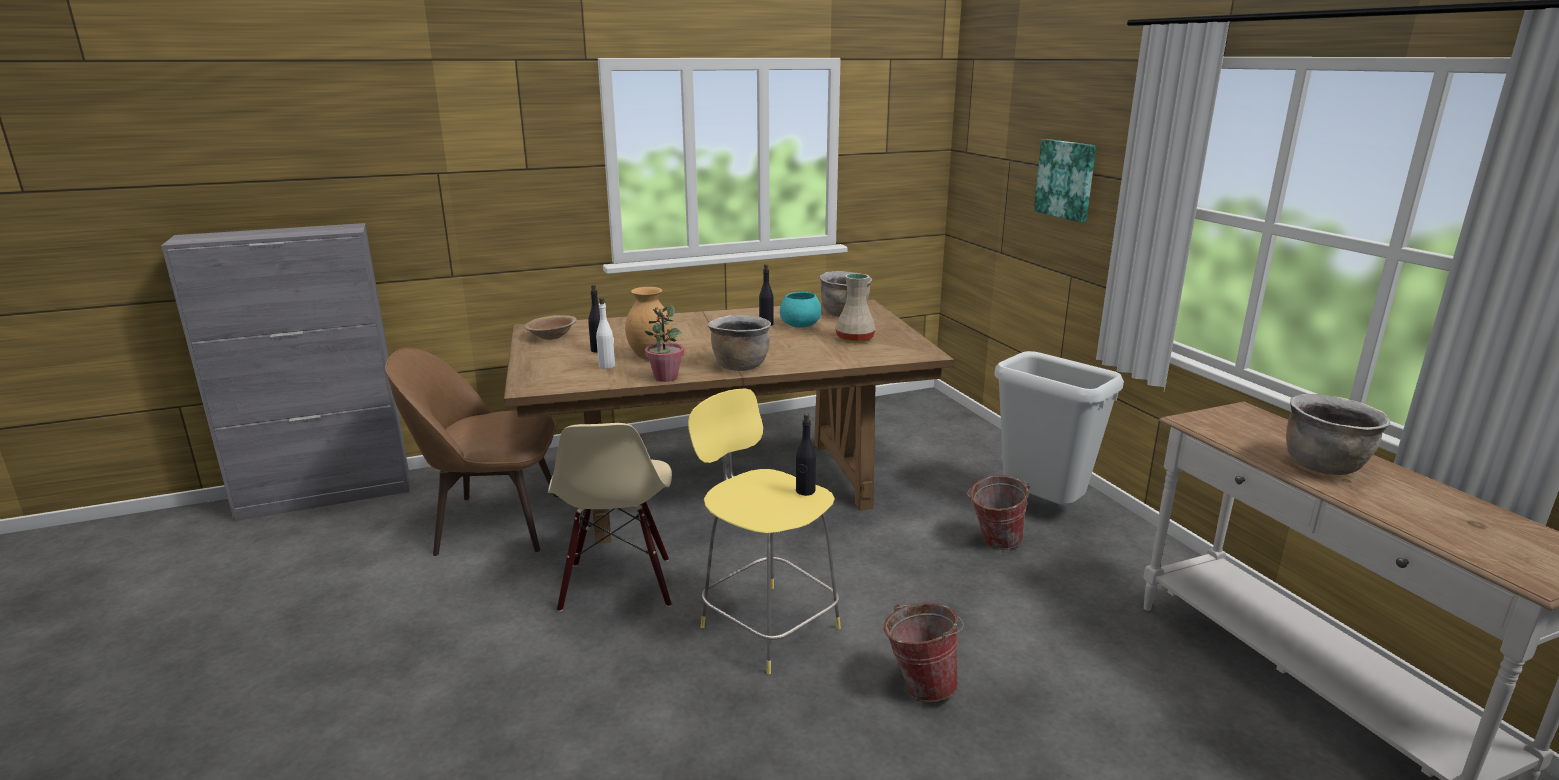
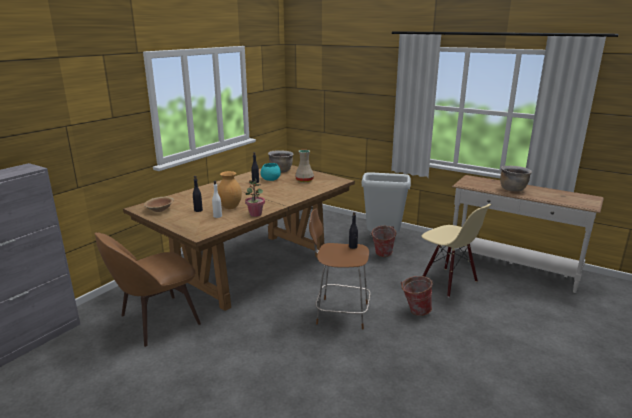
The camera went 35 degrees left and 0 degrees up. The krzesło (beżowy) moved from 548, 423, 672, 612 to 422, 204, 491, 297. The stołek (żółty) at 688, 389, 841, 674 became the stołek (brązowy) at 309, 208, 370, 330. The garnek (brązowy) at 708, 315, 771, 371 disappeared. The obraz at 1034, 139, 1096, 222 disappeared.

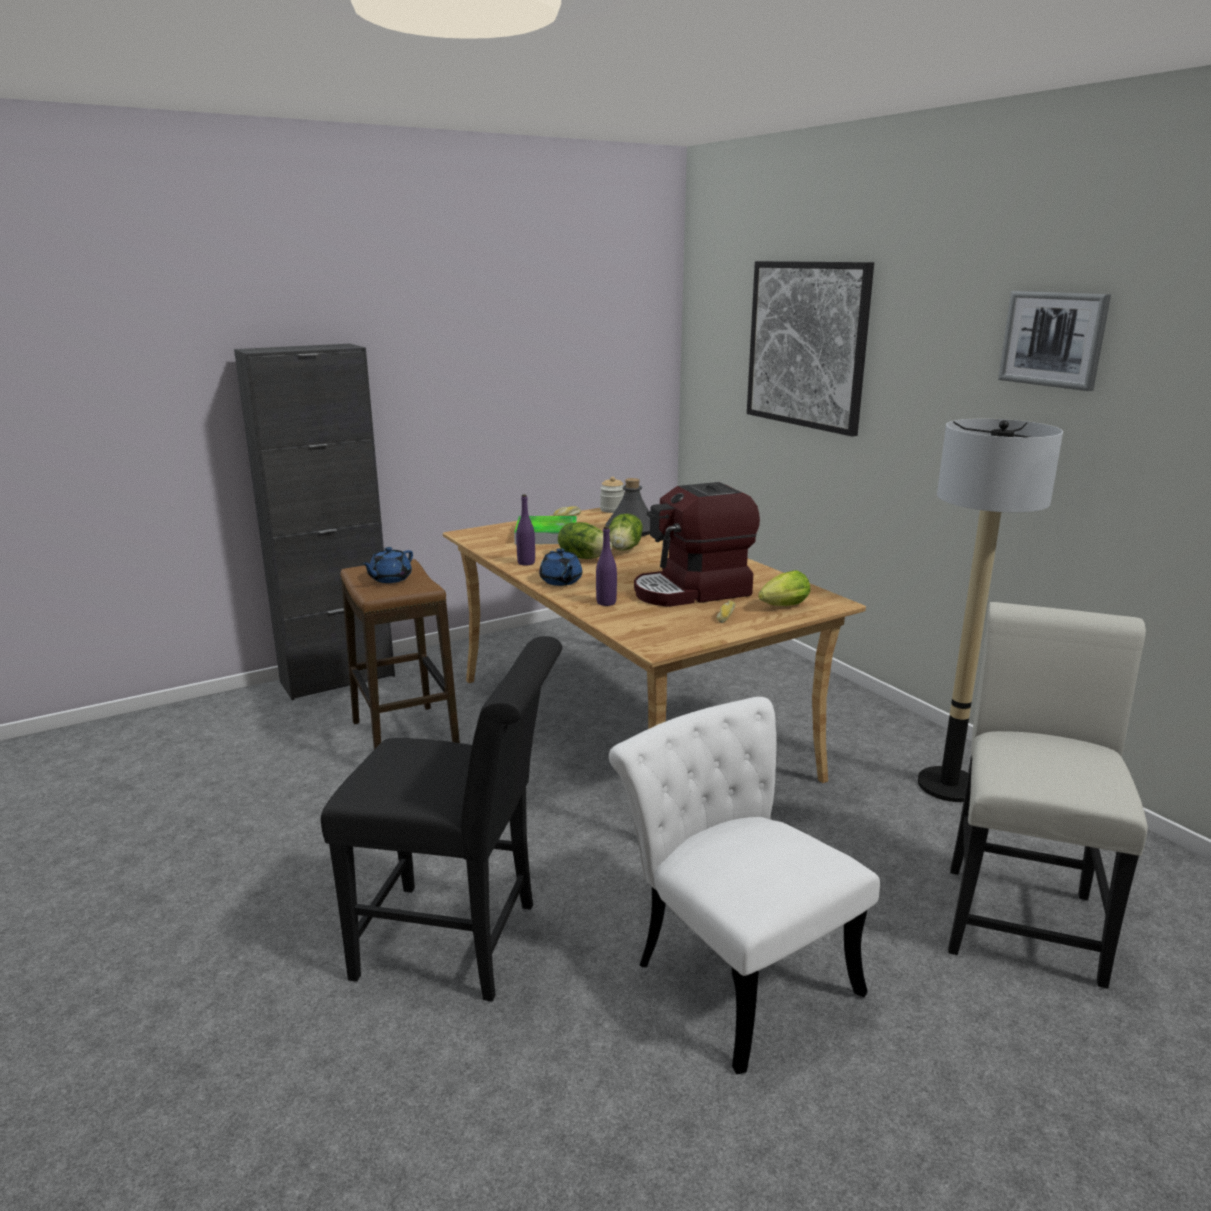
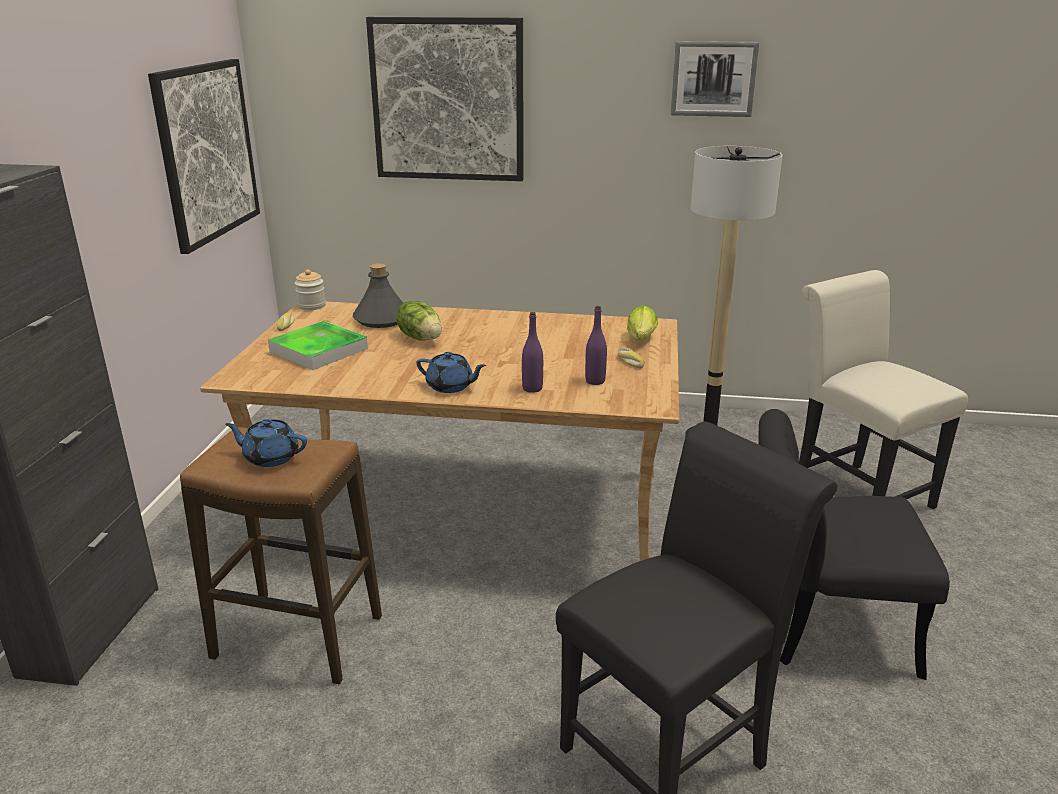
The camera went 50 degrees left and 5 degrees up. The imbryk (niebieski) at 361, 547, 413, 583 turned 120 degrees clockwise. The butelka (fioletowy) moved from 516, 494, 535, 566 to 585, 306, 607, 385. The sałata at 558, 522, 612, 559 disappeared. The krzesło (biały) at 609, 697, 880, 1074 became the krzesło (czarny) at 758, 409, 950, 680. The ekspres do kawy at 634, 482, 760, 607 disappeared. The obraz at 148, 59, 260, 254 appeared.

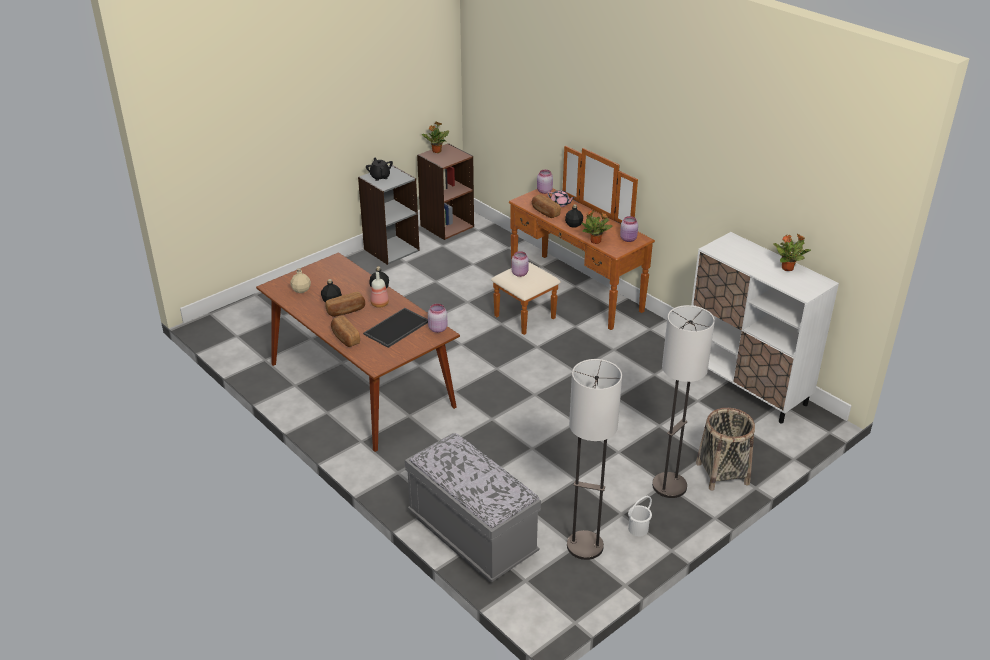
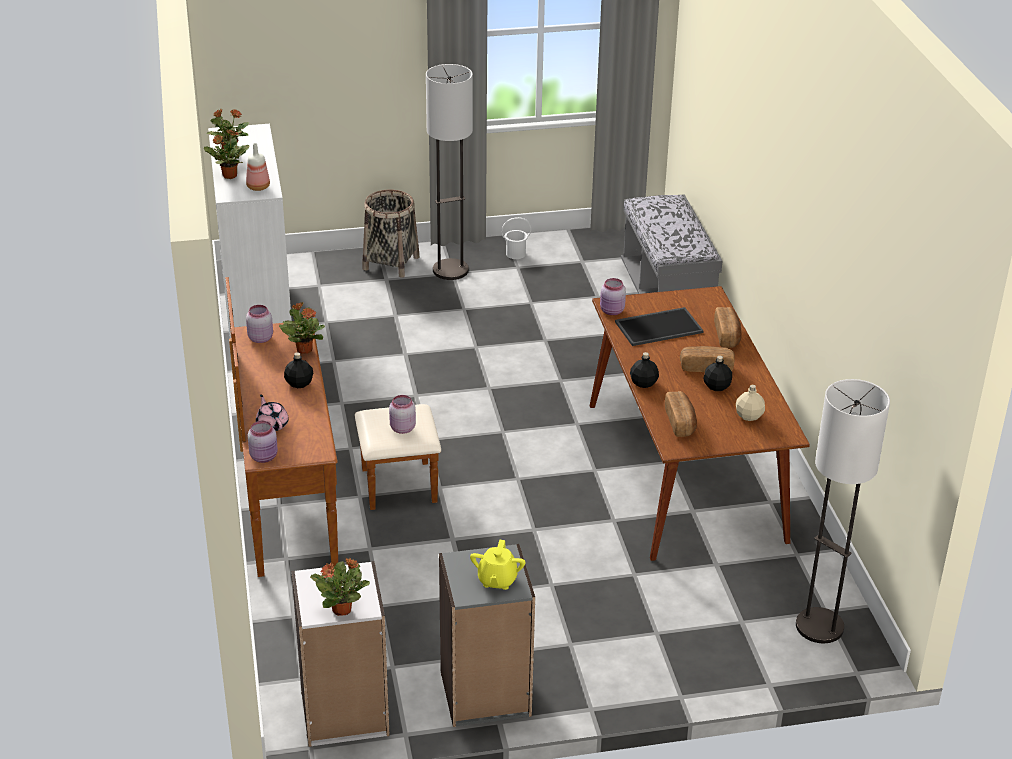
The camera went 150 degrees left and 0 degrees up. The imbryk (czarny) at 366, 158, 393, 181 became the imbryk (żółty) at 470, 540, 525, 590. The butelka moved from 370, 272, 389, 308 to 246, 143, 270, 191. The regał (brązowy) at 417, 143, 474, 240 became the regał (biały) at 292, 561, 390, 747. The chleb moved from 532, 194, 561, 218 to 665, 391, 697, 437. The lampa stojąca moved from 567, 359, 622, 560 to 796, 379, 890, 643. The roślina doniczkowa at 204, 130, 250, 179 appeared.

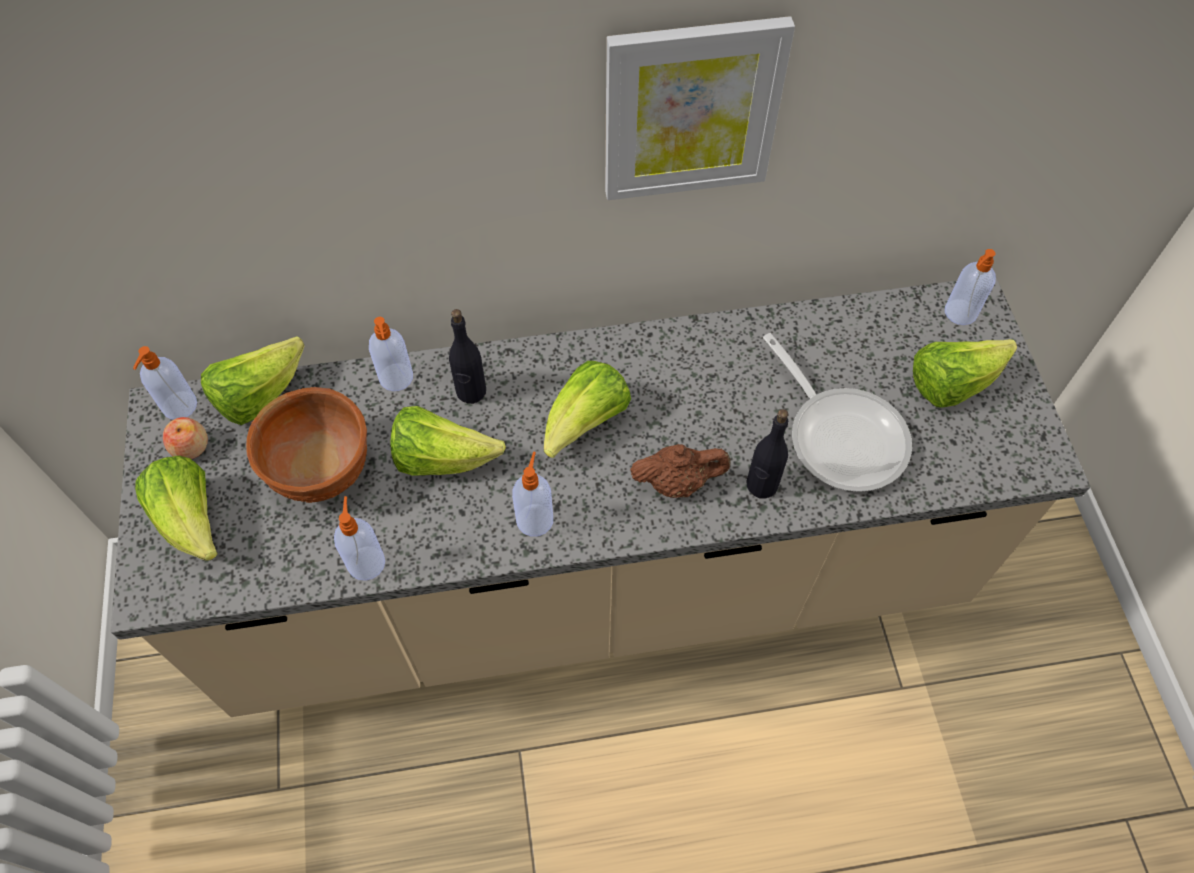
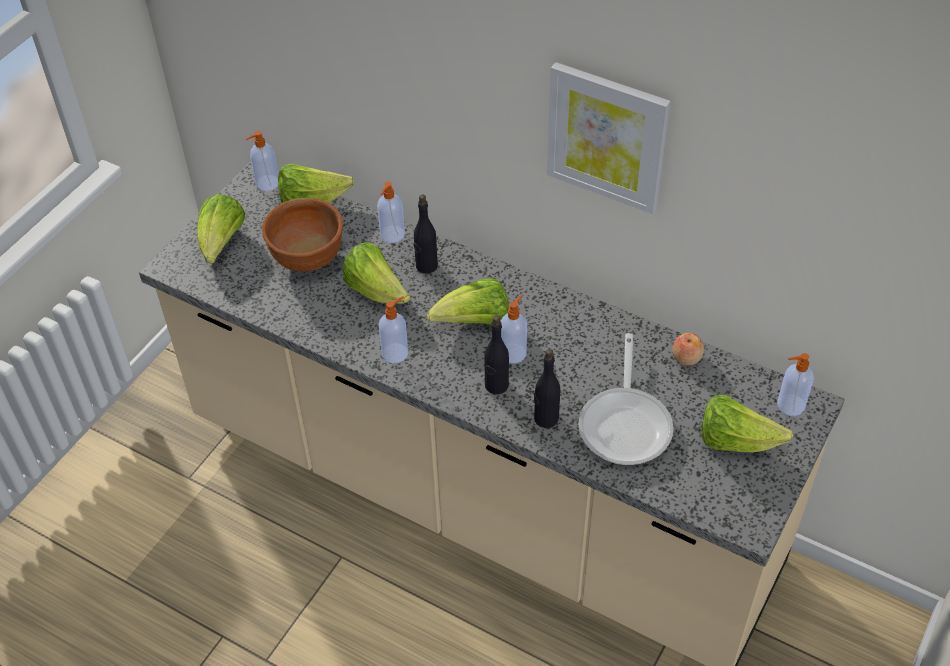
The camera went 40 degrees right and 10 degrees down. The jabłko moved from 163, 417, 208, 459 to 672, 333, 704, 366. The dozownik mydła moved from 334, 496, 385, 581 to 501, 294, 527, 364. The imbryk (brązowy) at 630, 444, 731, 498 was replaced by the butelka (czarny) at 484, 315, 509, 395.

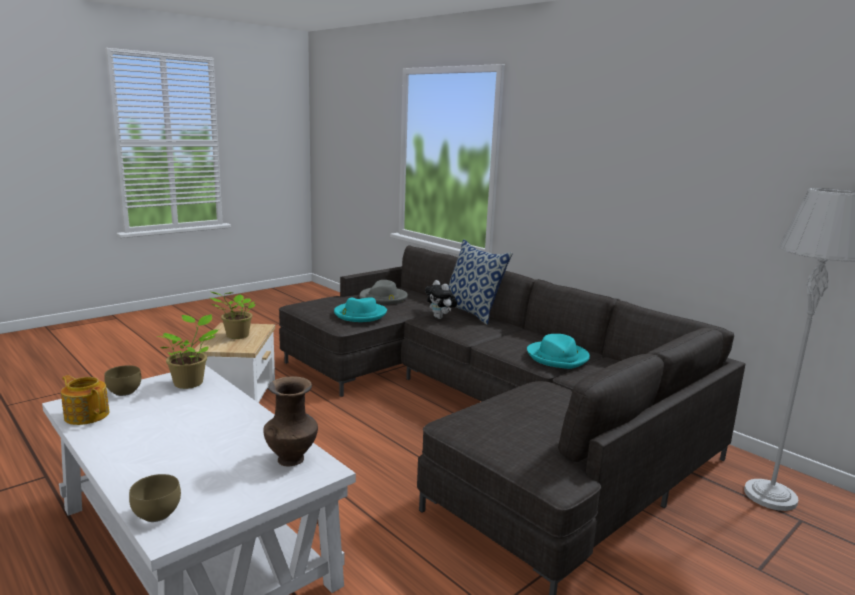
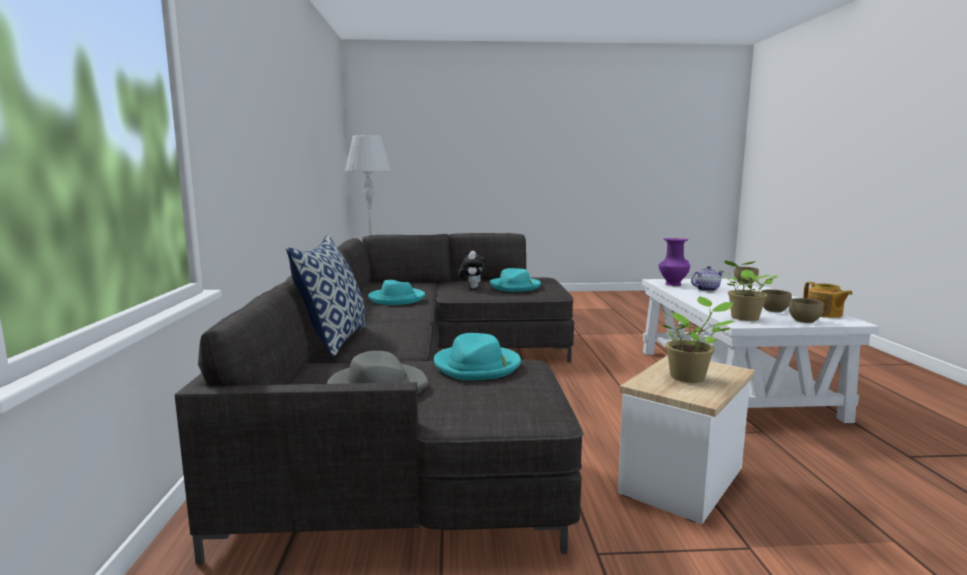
The camera went 140 degrees left and 5 degrees down. The wazon (brązowy) at 263, 376, 318, 466 became the wazon (fioletowy) at 659, 238, 690, 286. The pluszak moved from 425, 280, 457, 319 to 458, 251, 485, 288. The kapelusz (turkusowy) at 490, 268, 541, 292 appeared. The imbryk at 691, 266, 723, 291 appeared. The miska (brązowy) at 761, 290, 792, 312 appeared.

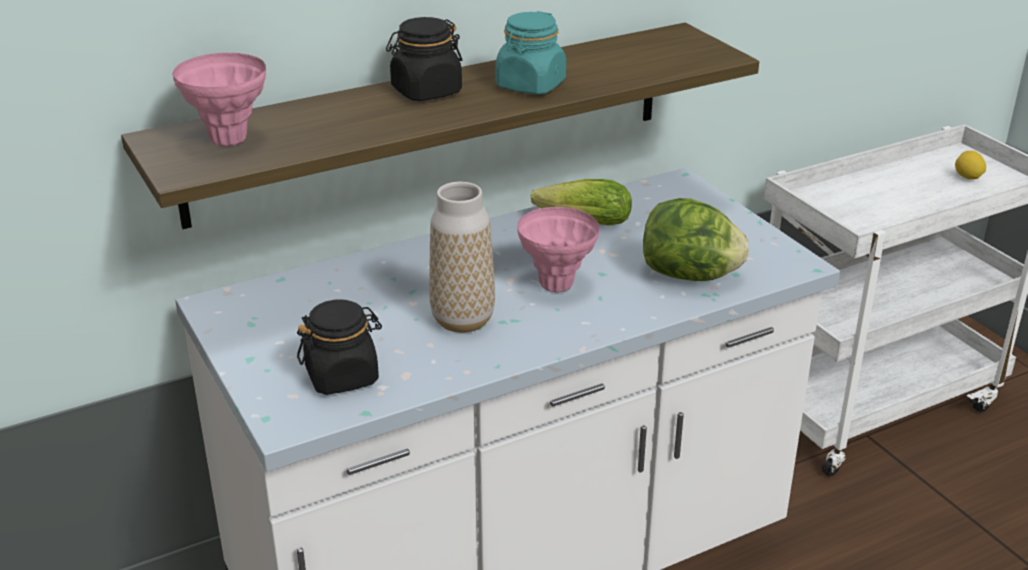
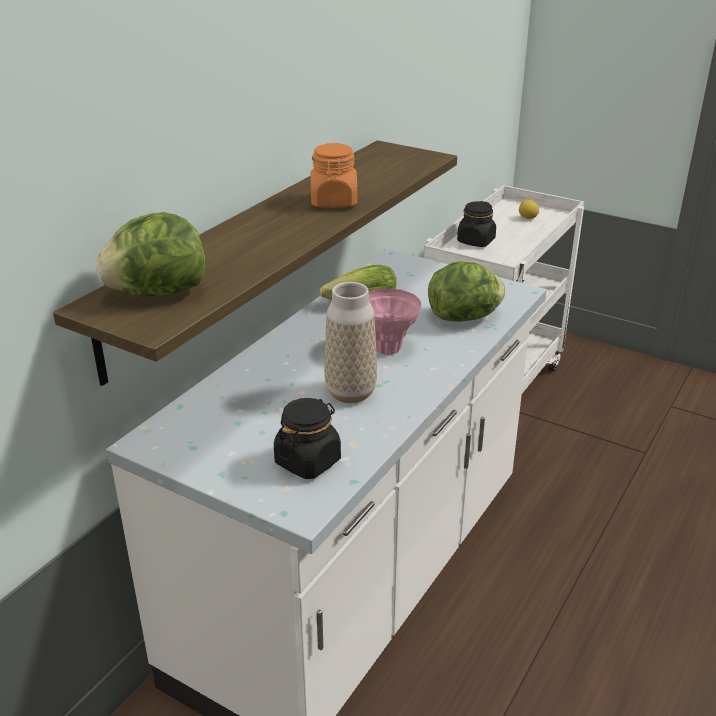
The camera went 30 degrees left and 0 degrees up. The wazon (różowy) at 172, 53, 266, 146 was replaced by the sałata at 96, 212, 206, 296. The słoik (czarny) moved from 386, 17, 462, 101 to 457, 201, 496, 247. The słoik (turkusowy) at 496, 11, 566, 95 became the słoik (pomarańczowy) at 311, 143, 357, 208.

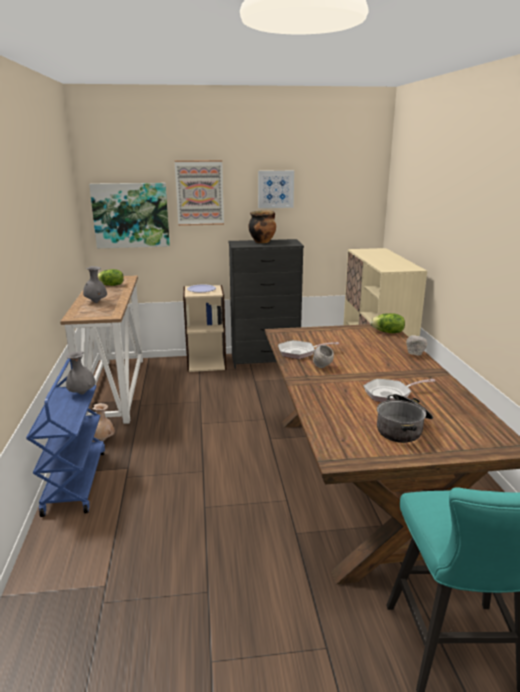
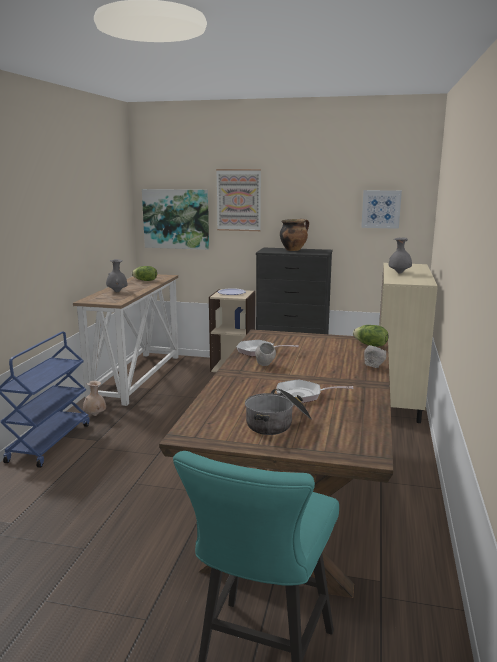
The camera went 20 degrees right and 5 degrees down. The wazon (szary) moved from 66, 351, 95, 394 to 389, 238, 412, 273. The obraz moved from 258, 171, 294, 208 to 361, 190, 402, 229.

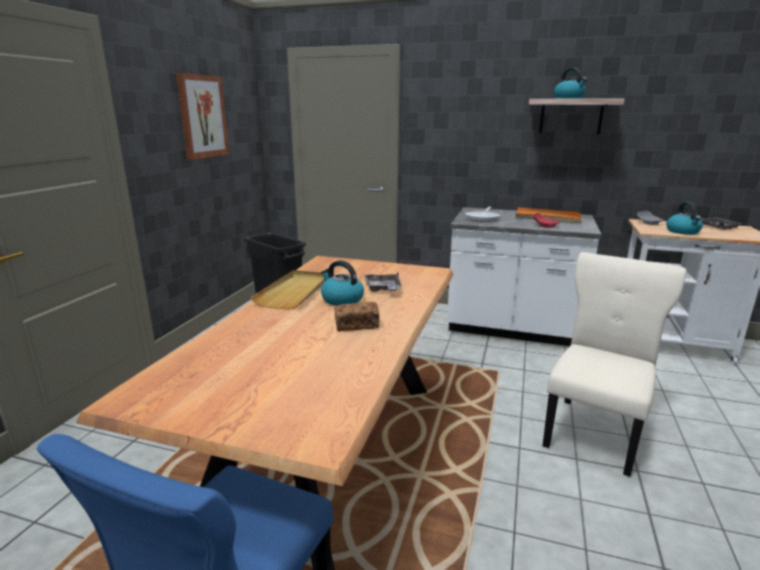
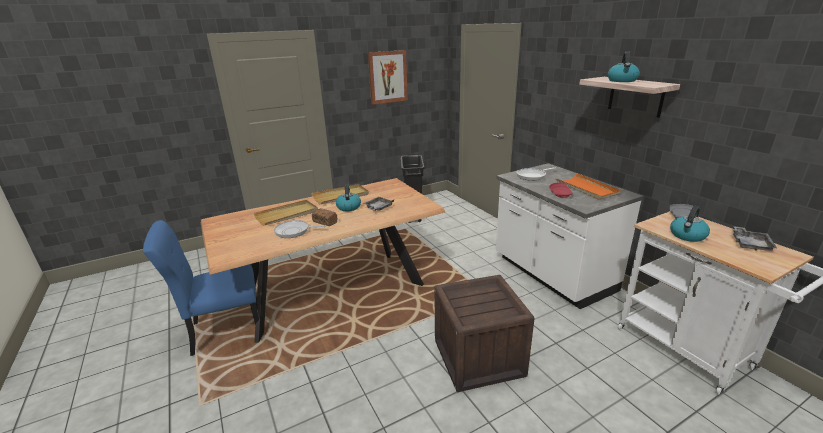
The camera went 45 degrees right and 5 degrees up. The krzesło (beżowy) at 543, 252, 686, 477 was replaced by the skrzynka at 434, 275, 535, 392. The taca (beżowy) at 254, 200, 318, 226 appeared. The patelnia at 274, 220, 326, 238 appeared.

